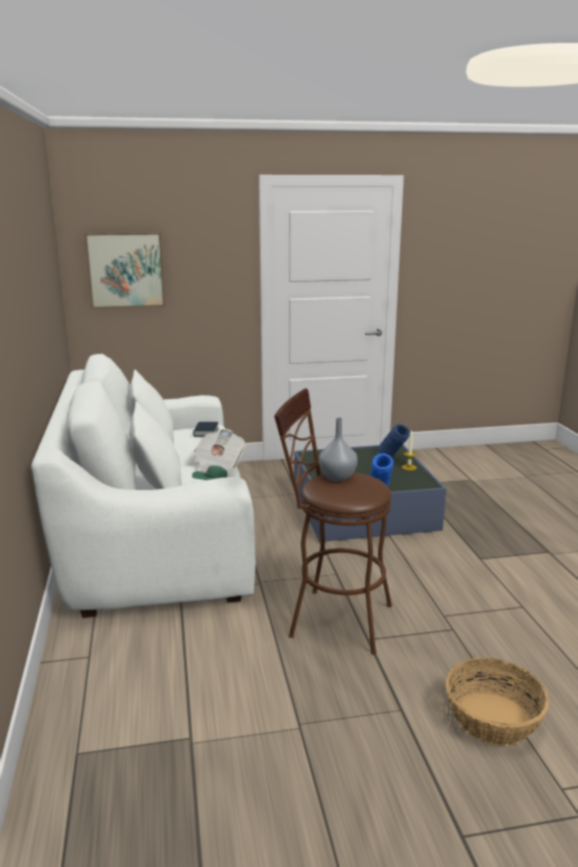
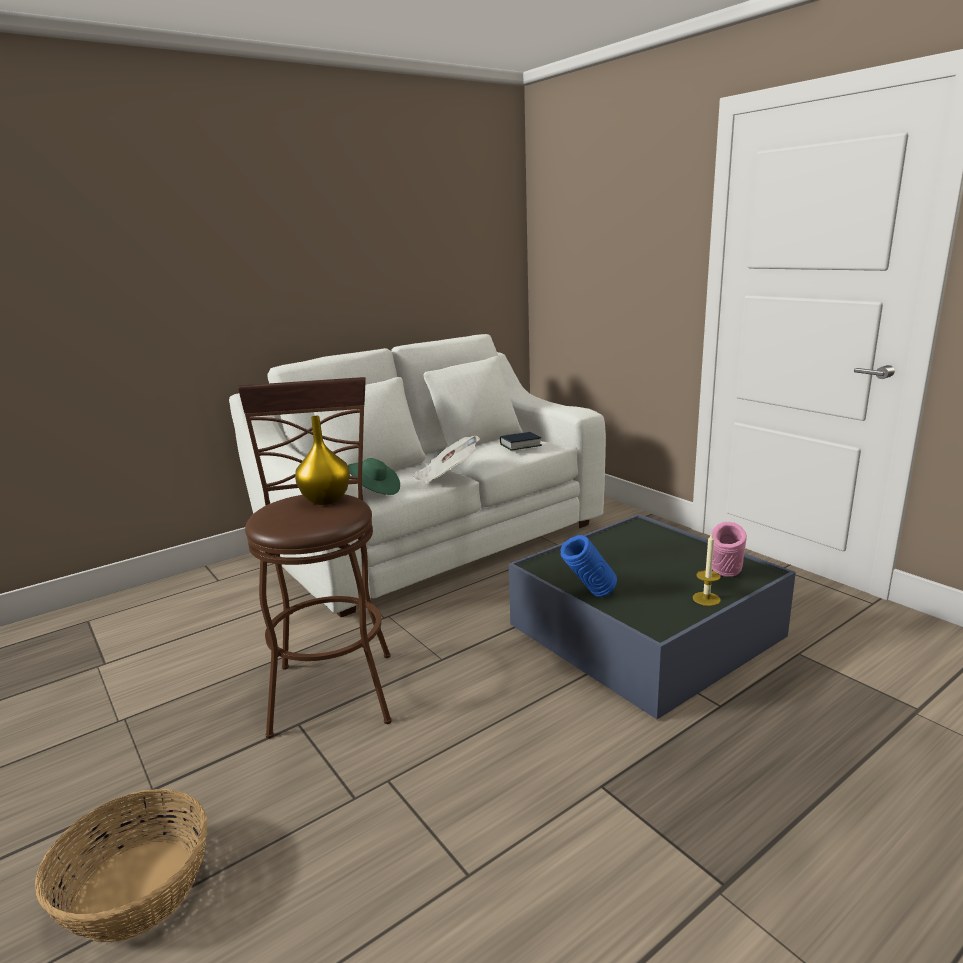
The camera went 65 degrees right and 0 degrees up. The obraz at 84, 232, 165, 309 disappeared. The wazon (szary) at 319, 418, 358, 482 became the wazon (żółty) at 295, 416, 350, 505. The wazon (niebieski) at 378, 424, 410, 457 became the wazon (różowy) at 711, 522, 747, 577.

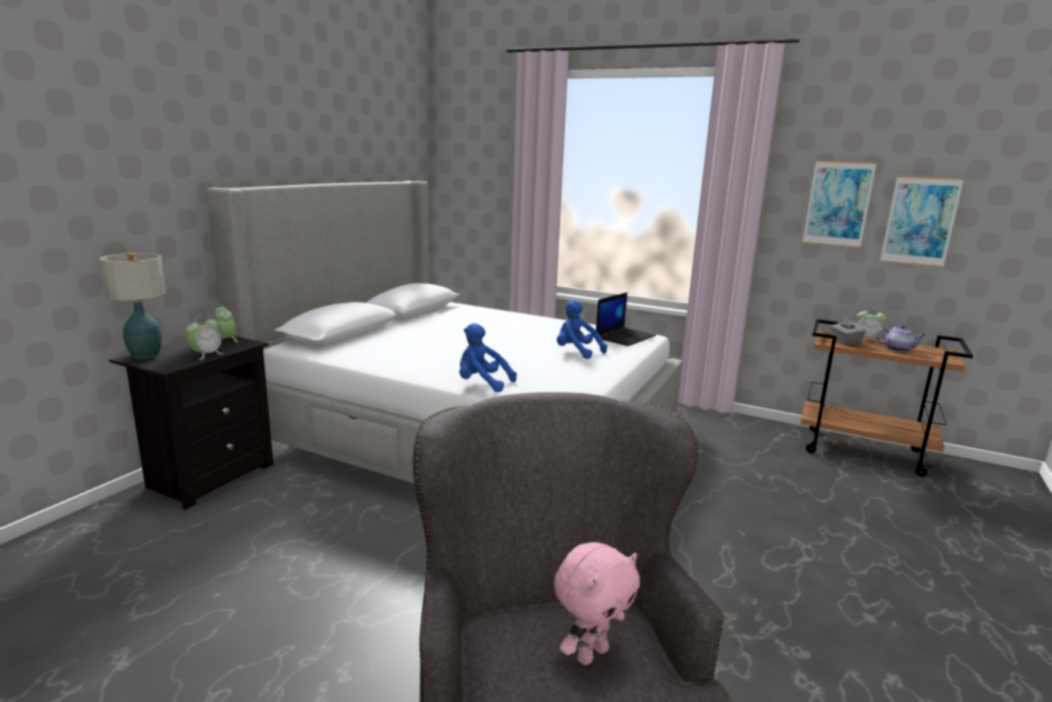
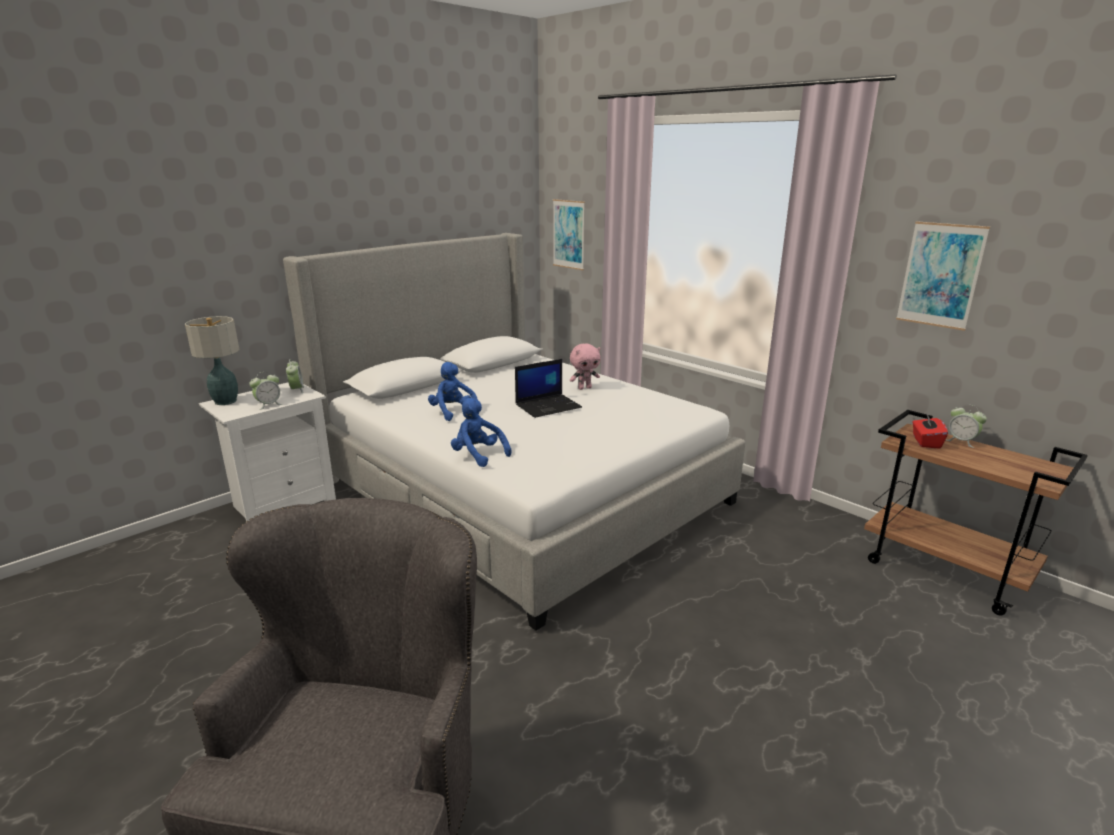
The camera went 20 degrees right and 5 degrees up. The szafka nocna (czarny) at 109, 336, 274, 510 became the szafka nocna (biały) at 199, 382, 336, 521. The pluszak (różowy) moved from 554, 542, 640, 665 to 570, 343, 600, 390. The pluszak (niebieski) moved from 557, 300, 607, 359 to 428, 362, 479, 421. The laptop moved from 596, 292, 656, 346 to 515, 359, 582, 418. The pudełko chusteczek (szary) at 830, 317, 866, 345 became the pudełko chusteczek (czerwony) at 912, 414, 948, 449. The imbryk at 876, 325, 926, 352 disappeared. The obraz moved from 880, 176, 964, 268 to 553, 199, 585, 270.

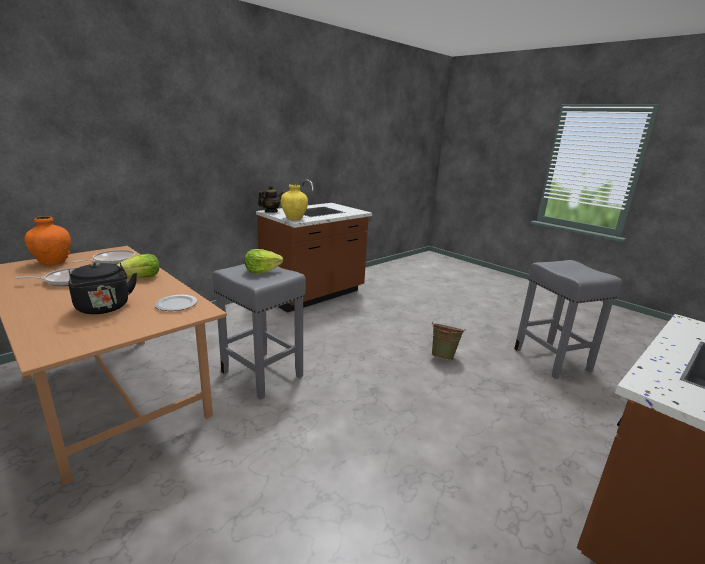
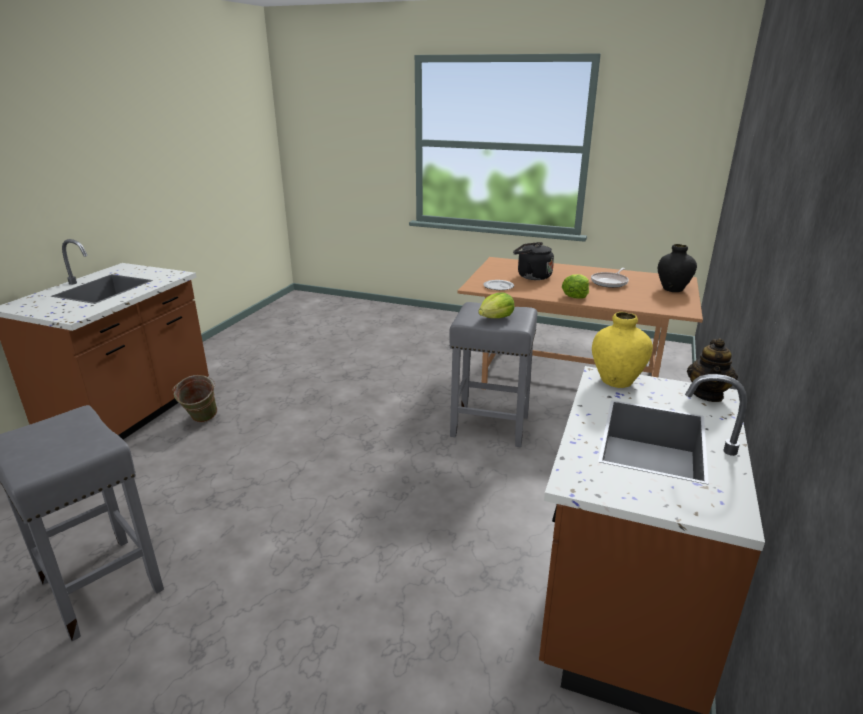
The camera went 155 degrees right and 5 degrees up. The wazon (pomarańczowy) at 25, 216, 71, 266 became the wazon (czarny) at 658, 244, 697, 292. The patelnia at 72, 250, 135, 265 disappeared. The wiadro (zielony) moved from 431, 322, 465, 360 to 172, 375, 217, 423.

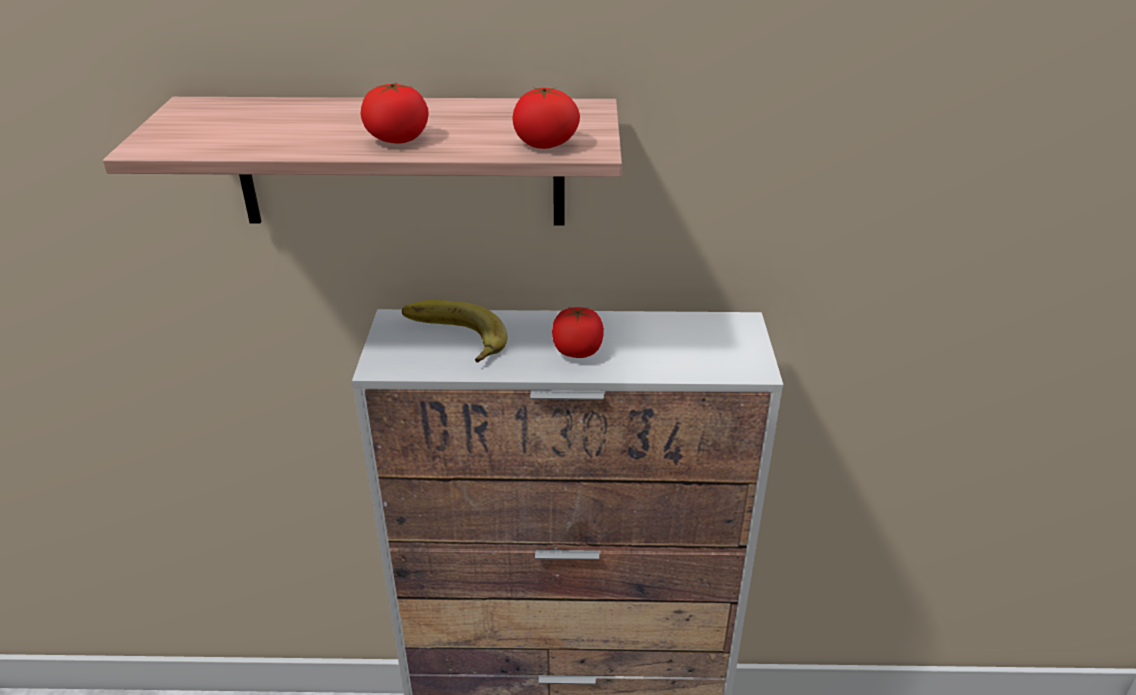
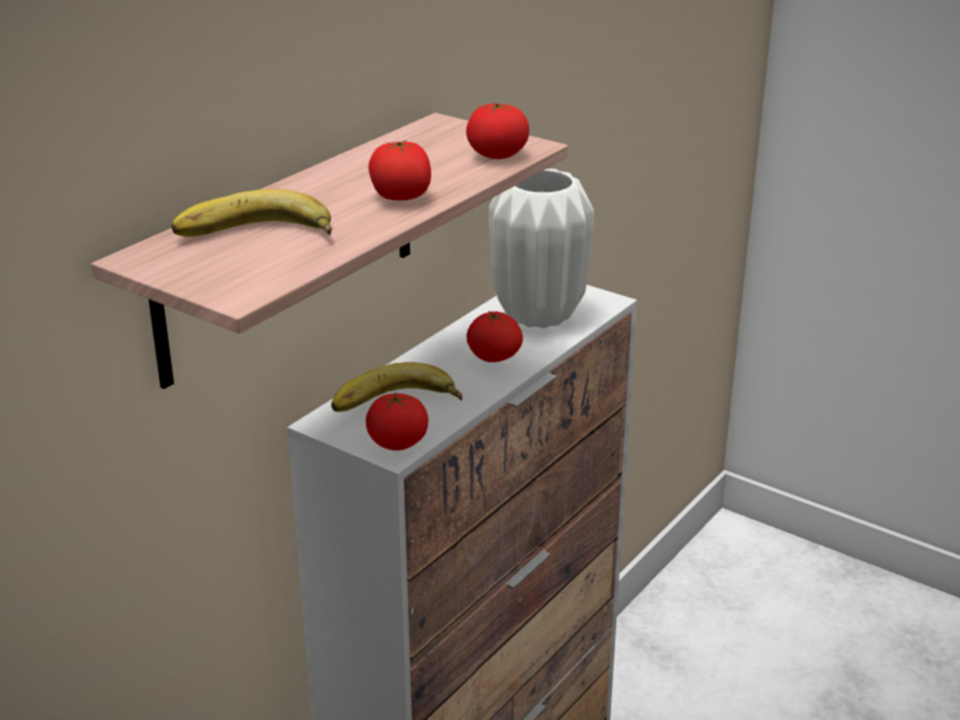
The camera went 55 degrees left and 5 degrees down. The banan at 172, 189, 332, 237 appeared. The pomidor at 366, 392, 428, 451 appeared. The wazon (biały) at 489, 169, 594, 328 appeared.

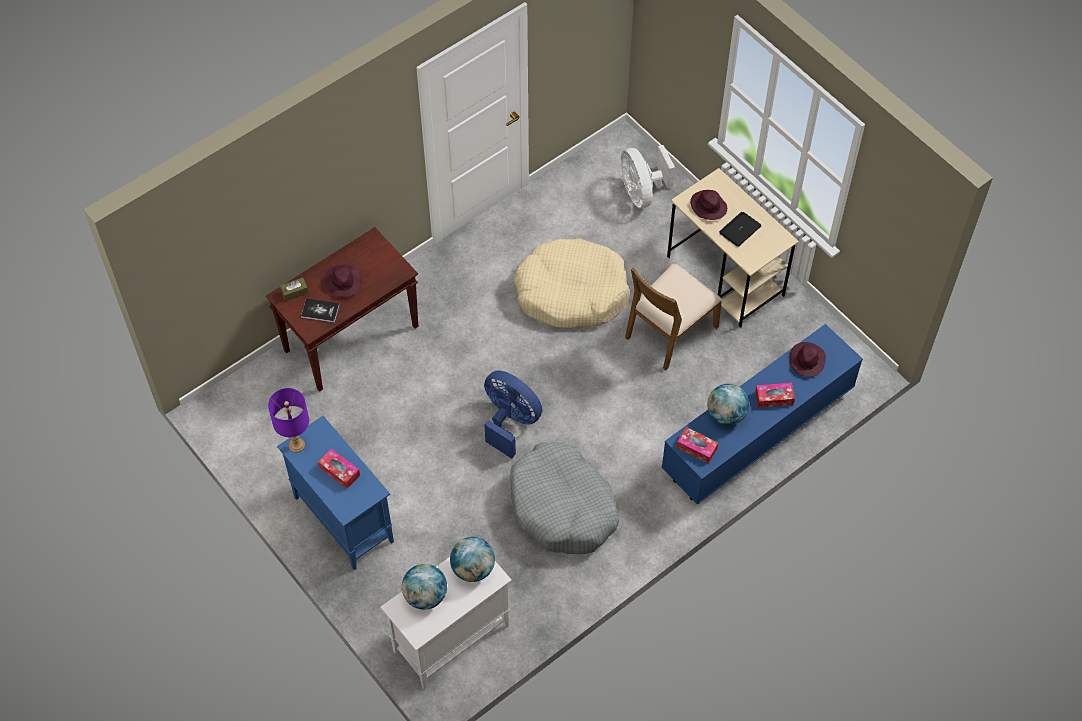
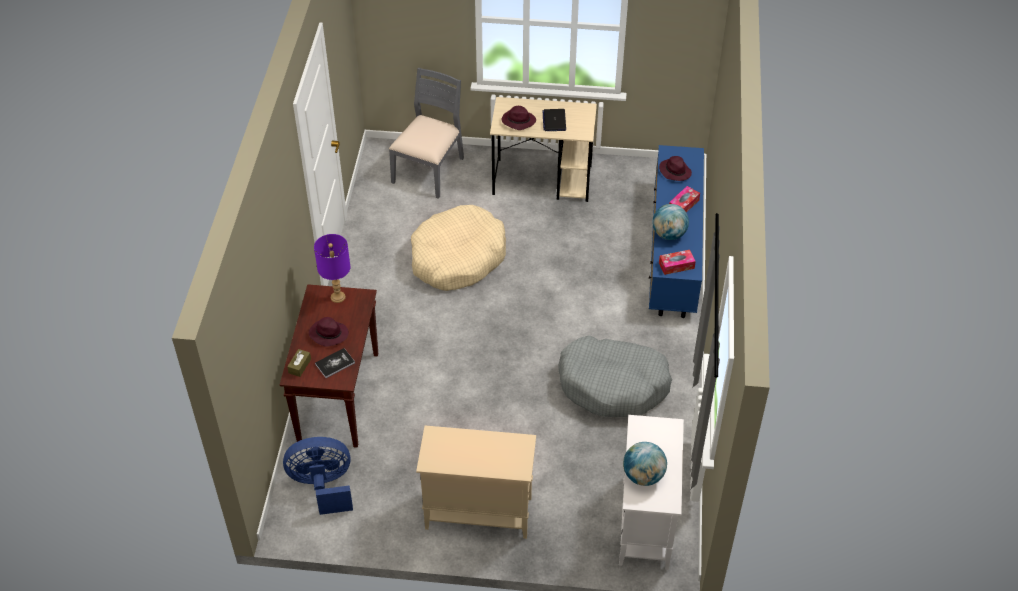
The camera went 45 degrees left and 10 degrees down. The lampa stołowa (fioletowy) moved from 268, 388, 309, 453 to 314, 234, 351, 303. The szafka (niebieski) at 277, 416, 394, 570 became the szafka (beżowy) at 416, 425, 536, 539. The pudełko chusteczek at 318, 449, 360, 489 disappeared. The globus at 450, 537, 495, 582 disappeared. The wentylator (niebieski) moved from 484, 370, 543, 459 to 283, 437, 353, 515. The wentylator (biały) at 620, 145, 675, 208 was replaced by the krzesło (szary) at 389, 68, 464, 199. The krzesło (brązowy) at 625, 263, 722, 370 disappeared.

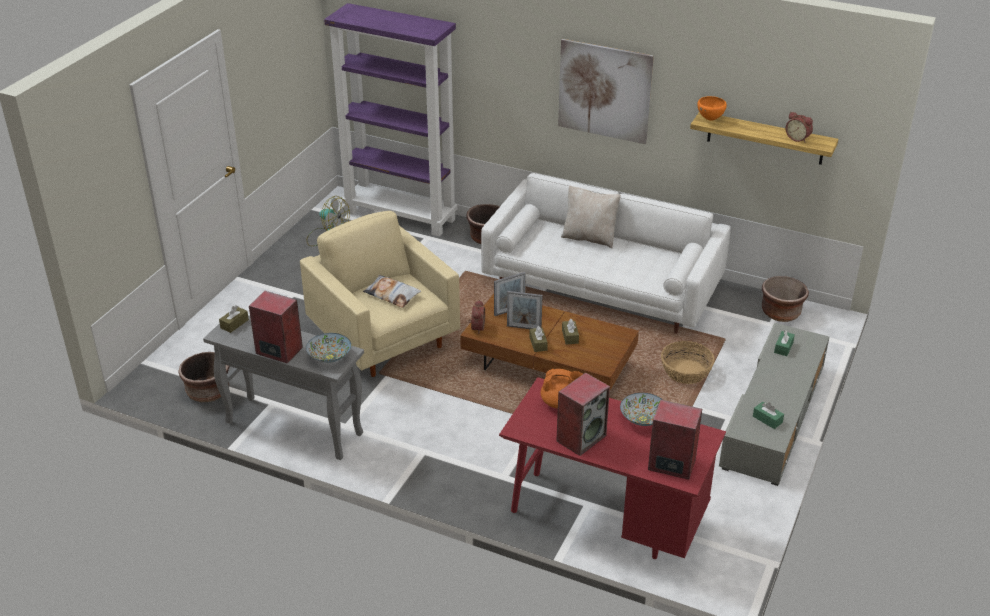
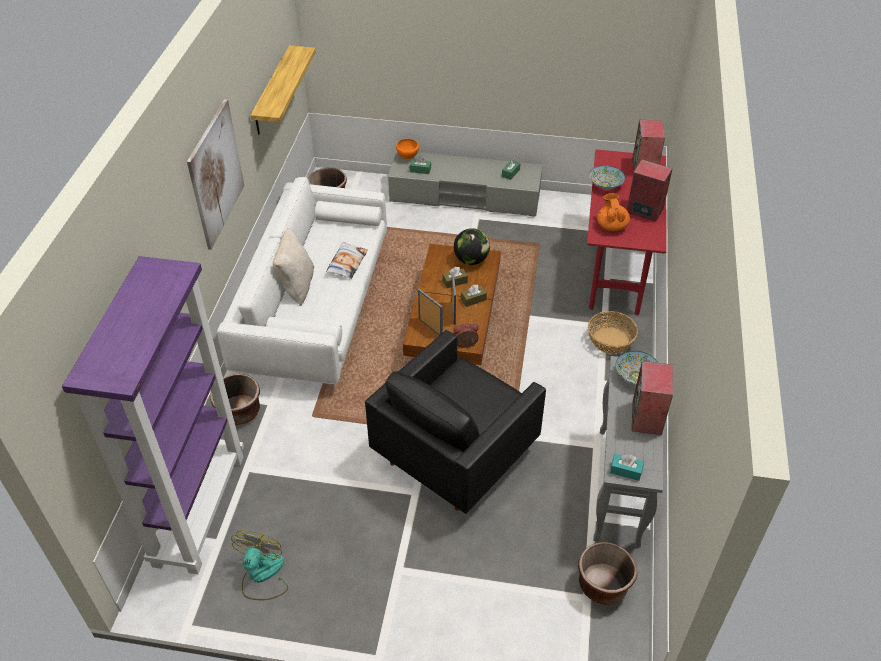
The camera went 105 degrees left and 10 degrees up. The pudełko chusteczek (brązowy) at 219, 305, 249, 333 became the pudełko chusteczek (turkusowy) at 610, 454, 644, 481. The fotel (beżowy) at 300, 211, 460, 377 became the fotel (czarny) at 365, 330, 546, 514. The poduszka moved from 363, 275, 421, 308 to 326, 242, 368, 279. The koszyk moved from 661, 341, 715, 384 to 588, 311, 638, 354. The miska (pomarańczowy) moved from 697, 96, 727, 121 to 396, 139, 419, 159. The budzik at 786, 112, 813, 143 disappeared. The globus at 454, 228, 490, 265 appeared.

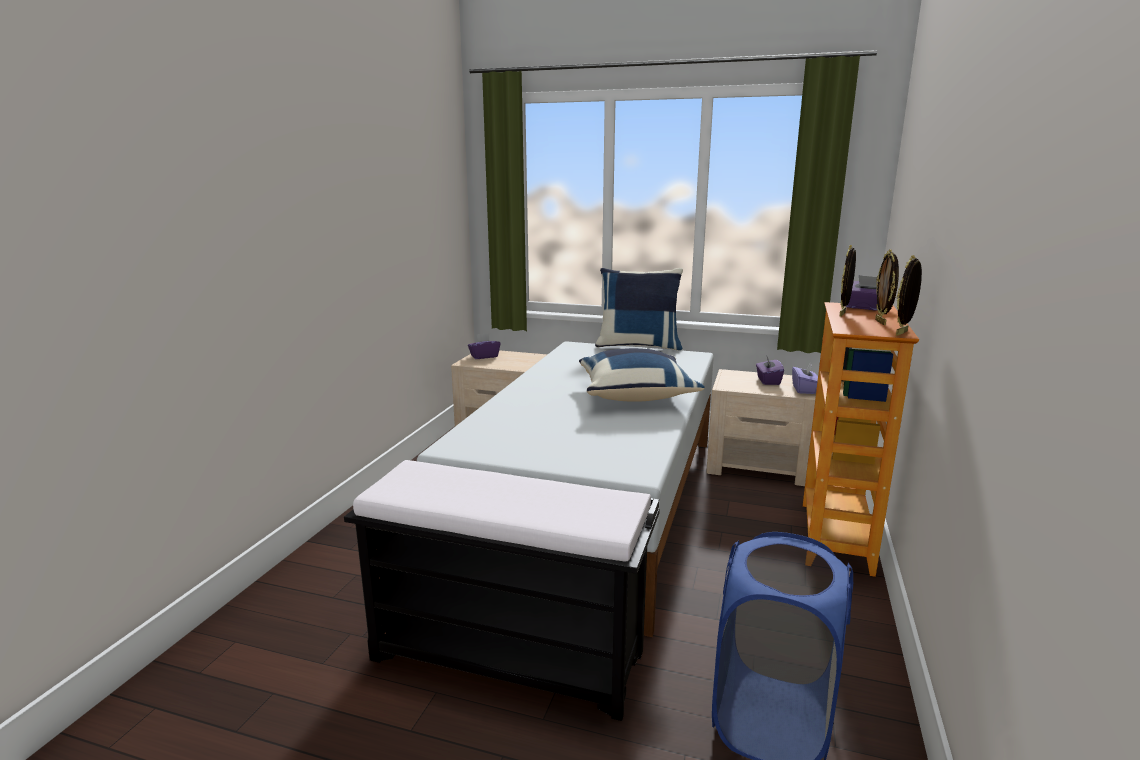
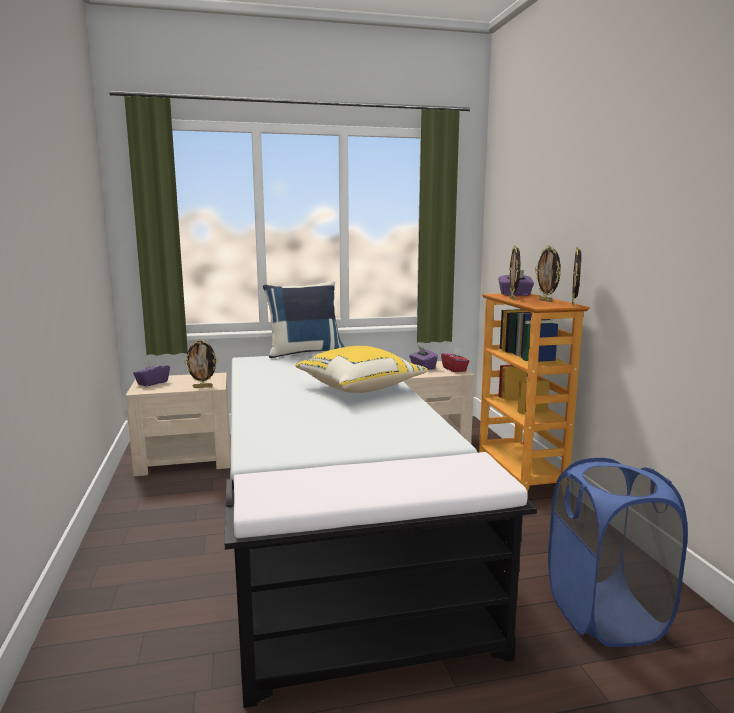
The camera went 30 degrees left and 5 degrees down. The poduszka (niebieski) at 579, 348, 705, 402 became the poduszka (żółty) at 296, 346, 428, 393. The pudełko chusteczek (fioletowy) at 792, 363, 818, 394 became the pudełko chusteczek (czerwony) at 441, 347, 469, 372. The ramka na zdjęcie at 184, 339, 218, 388 appeared.

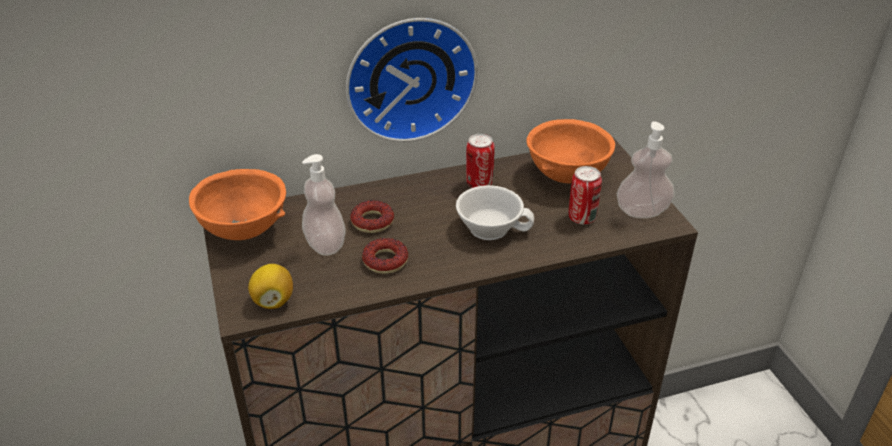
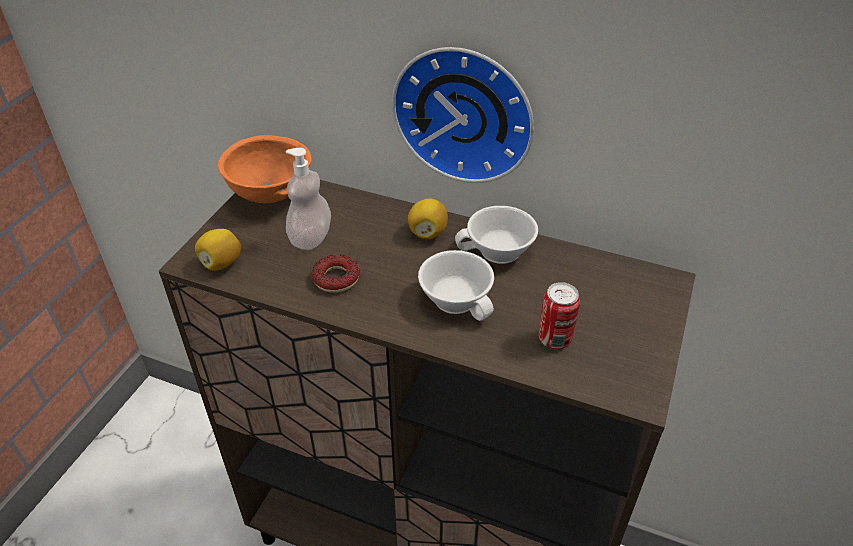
The camera went 40 degrees right and 5 degrees up. The donut at 350, 200, 394, 233 disappeared. The puszka at 466, 134, 495, 188 was replaced by the filiżanka (biały) at 455, 206, 538, 264. The miska (pomarańczowy) at 527, 119, 615, 183 disappeared. The dozownik mydła at 617, 122, 674, 218 disappeared. The cytryna at 408, 198, 448, 239 appeared.

